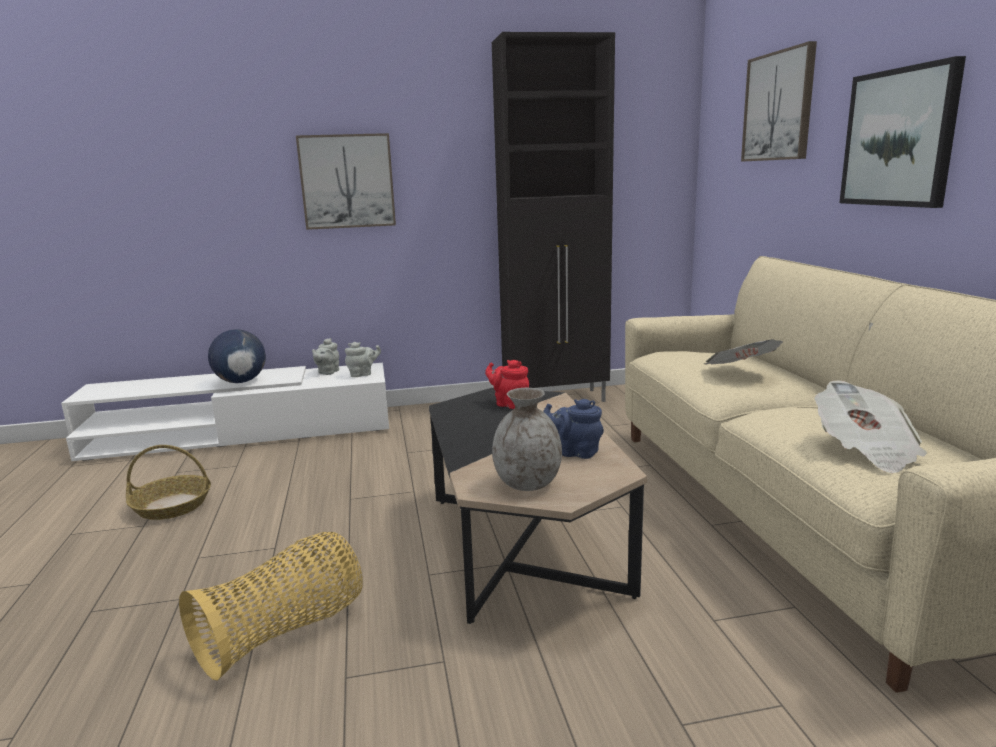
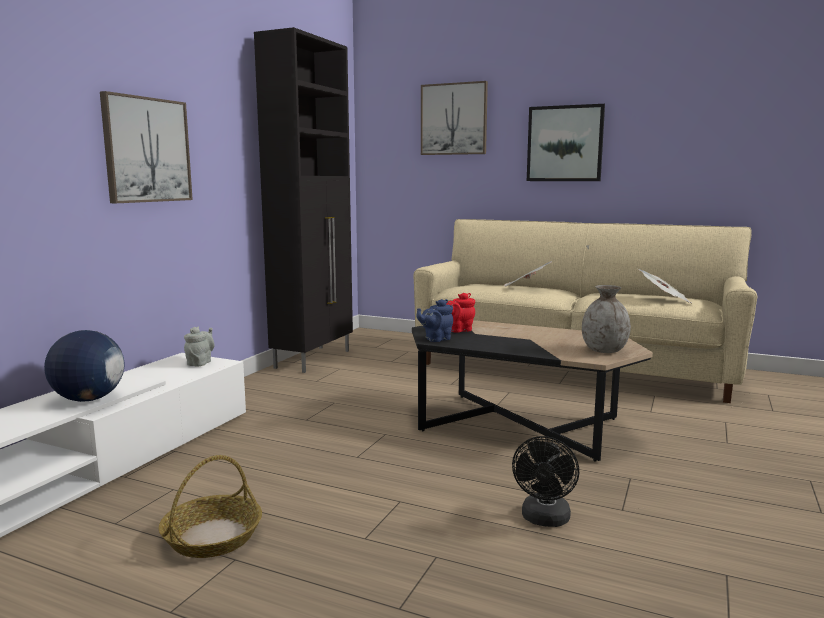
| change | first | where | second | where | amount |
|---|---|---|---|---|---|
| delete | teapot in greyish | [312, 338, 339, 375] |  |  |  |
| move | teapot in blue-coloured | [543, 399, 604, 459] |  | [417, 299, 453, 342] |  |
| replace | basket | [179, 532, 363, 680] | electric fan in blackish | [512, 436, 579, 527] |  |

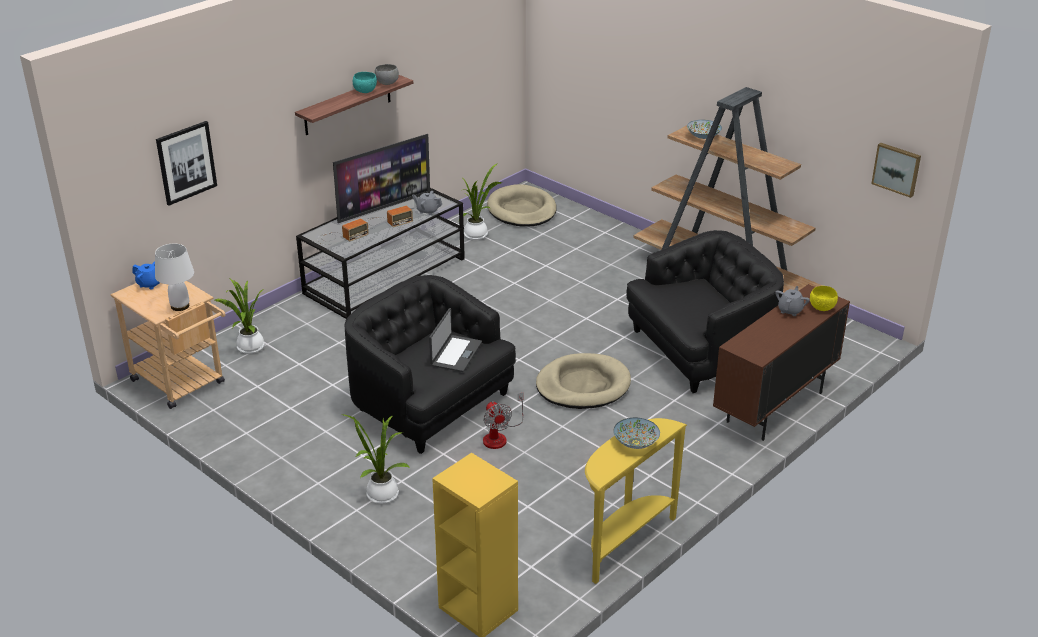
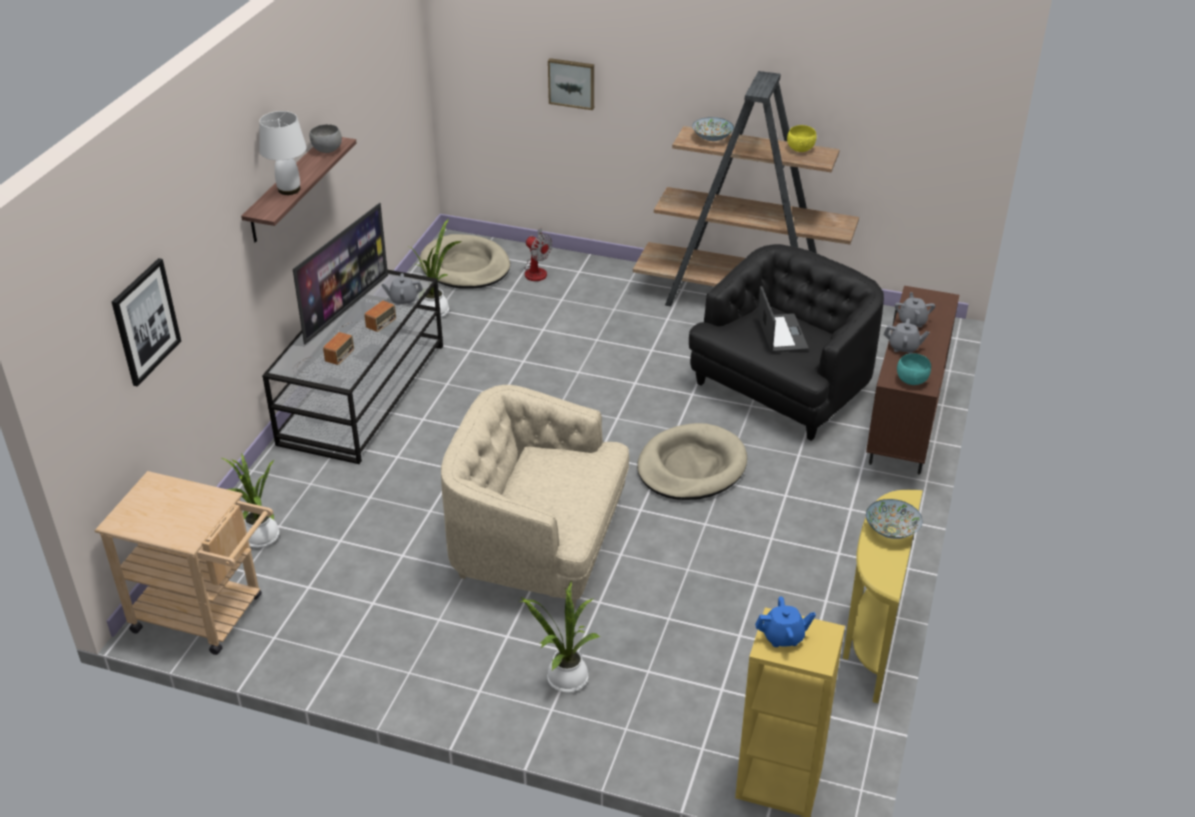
| change | first | where | second | where | amount |
|---|---|---|---|---|---|
| move | serving bowl in turquoise-coloured | [353, 72, 377, 93] |  | [897, 354, 931, 385] |  |
| move | picture | [871, 143, 921, 198] |  | [548, 58, 594, 110] |  |
| move | table lamp in white | [155, 244, 194, 311] |  | [259, 111, 307, 195] |  |
| move | teapot in blue-coloured | [132, 261, 160, 289] |  | [755, 597, 816, 647] |  |
| recolor | armchair in blackish | [345, 275, 516, 454] | armchair in sand-coloured | [441, 385, 629, 609] |  |
| move | serving bowl in yellow | [810, 286, 838, 311] |  | [787, 125, 817, 152] |  |
| move | laptop | [429, 308, 482, 372] |  | [757, 286, 809, 352] |  |
| move | electric fan | [483, 393, 523, 449] |  | [524, 228, 552, 281] |  |
| insert |  |  | teapot in greyish | [884, 318, 929, 354] |  |

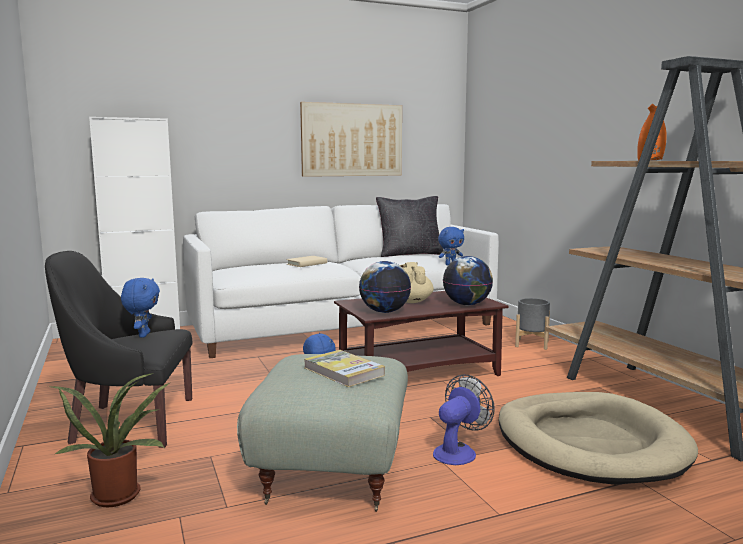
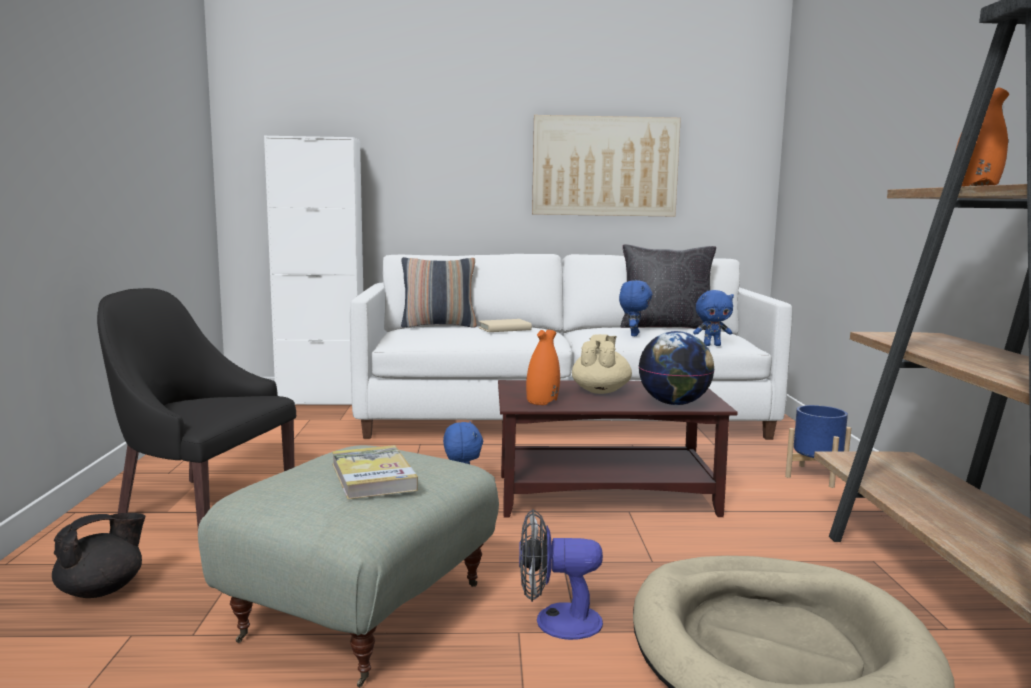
| change | first | where | second | where | amount |
|---|---|---|---|---|---|
| replace | world globe | [359, 261, 411, 313] | flower vase in orange | [526, 330, 560, 405] |  |
| move | soft toy in blue-coloured | [121, 278, 160, 338] |  | [619, 280, 652, 336] |  |
| recolor | plant pot in greyish | [515, 298, 550, 350] | plant pot in blue-coloured | [785, 405, 851, 488] |  |
| replace | plant in a pot | [48, 373, 169, 507] | teapot in blackish | [52, 513, 145, 598] |  |
| rotate | electric fan | [433, 375, 495, 465] |  | [519, 509, 603, 640] | 150 degrees counterclockwise |
| insert |  |  | throw pillow | [401, 257, 477, 328] |  |

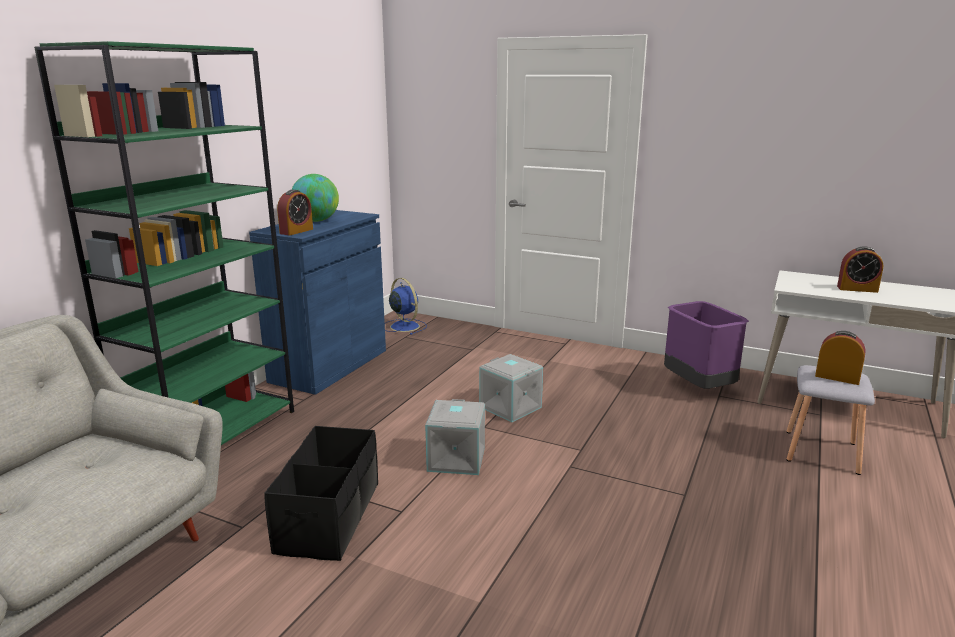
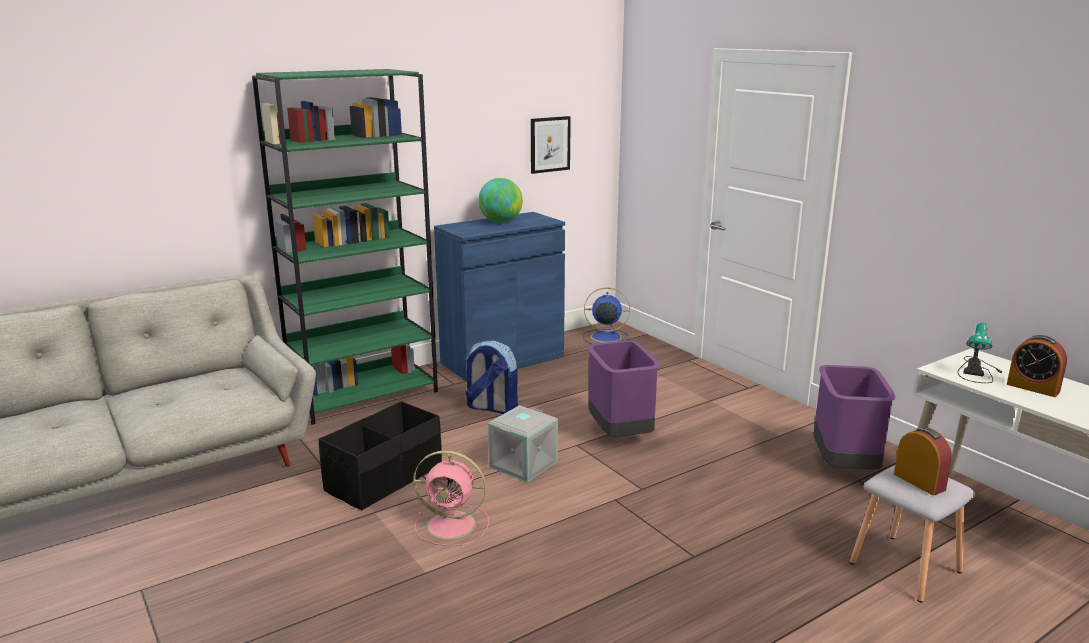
| change | first | where | second | where | amount |
|---|---|---|---|---|---|
| delete | bedside clock | [277, 190, 313, 236] |  |  |  |
| rotate | electric fan in blue-coloured | [385, 278, 427, 335] |  | [583, 287, 630, 344] | 75 degrees counterclockwise |
| replace | storage container in greyish | [479, 354, 543, 422] | rubbish bin in purplish | [588, 340, 660, 437] |  |
| insert |  |  | picture | [531, 116, 571, 174] |  |
| insert |  |  | table lamp | [958, 323, 1002, 383] |  |
| insert |  |  | rucksack | [465, 341, 518, 414] |  |
| insert |  |  | electric fan in pinkish | [413, 450, 489, 546] |  |

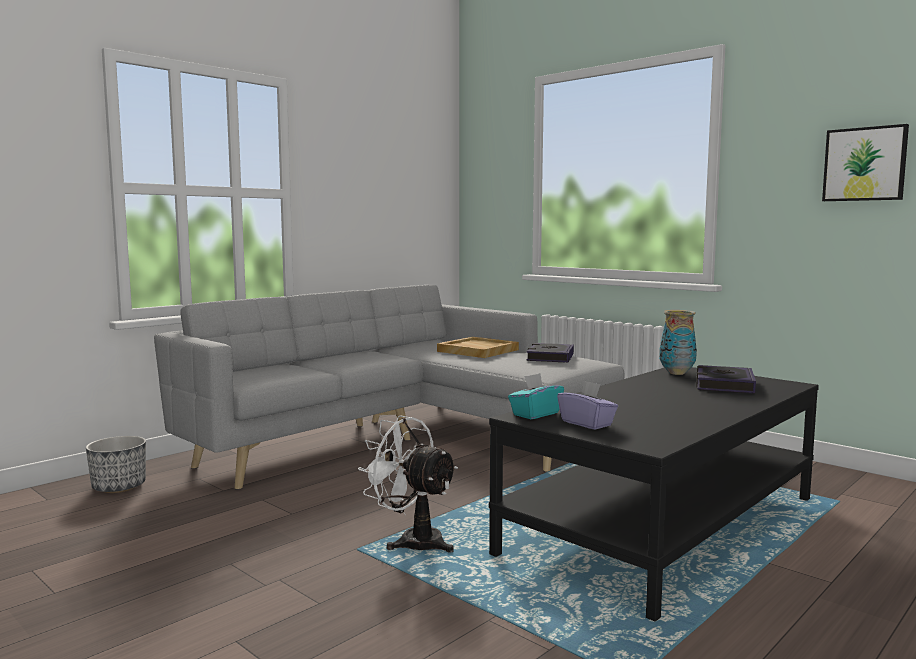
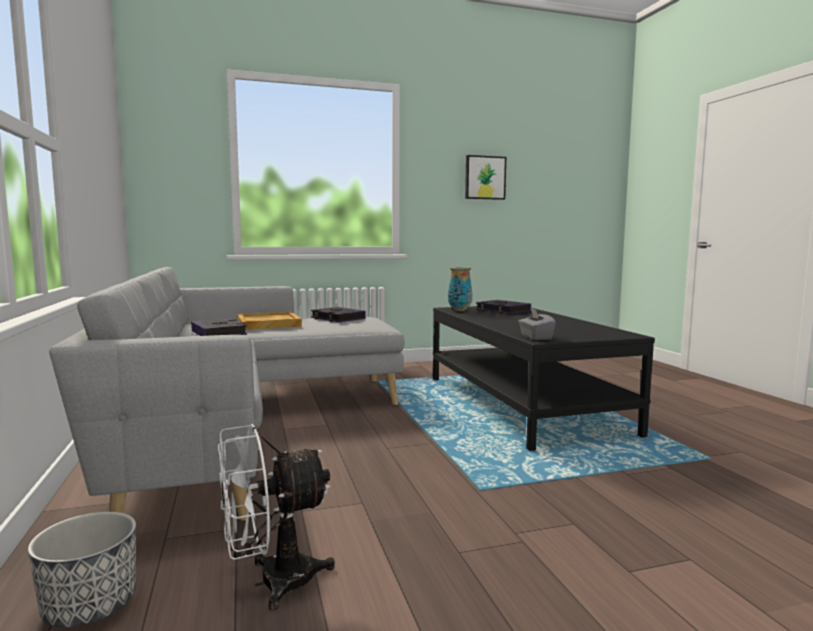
| change | first | where | second | where | amount |
|---|---|---|---|---|---|
| recolor | tissue box in turquoise-coloured | [508, 373, 564, 419] | tissue box in greyish | [518, 308, 556, 340] |  |
| delete | tissue box in purplish | [557, 381, 618, 430] |  |  |  |
| move | electric fan in white | [358, 415, 458, 553] |  | [218, 424, 335, 610] |  |
| insert |  |  | volume | [191, 319, 247, 336] |  |

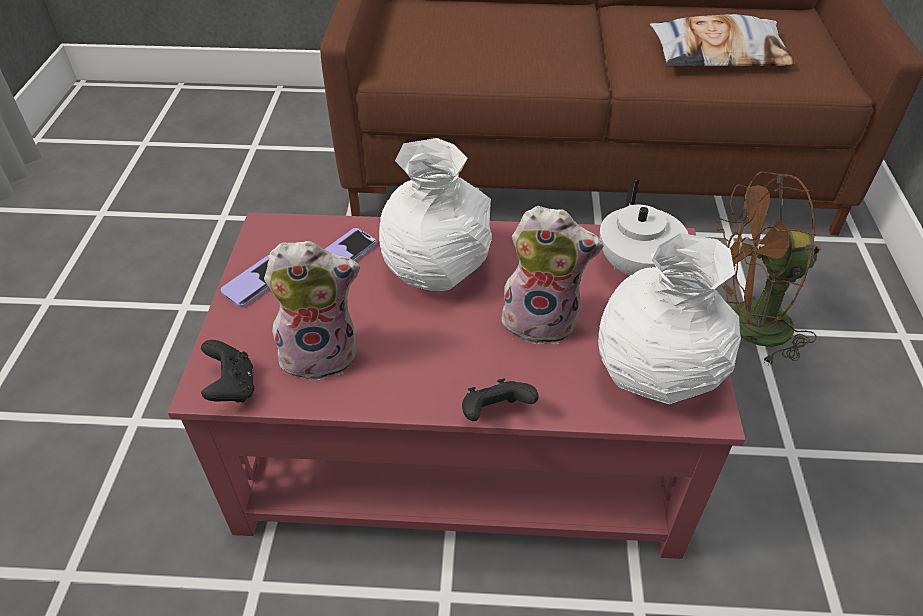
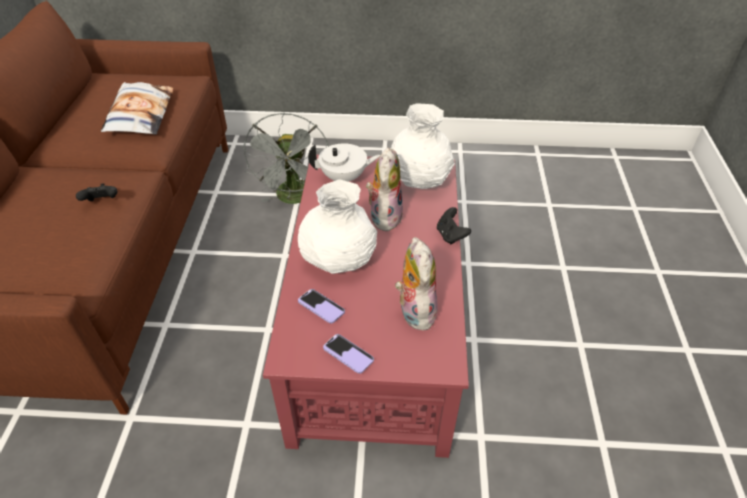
| change | first | where | second | where | amount |
|---|---|---|---|---|---|
| recolor | electric fan in brown-coloured | [716, 171, 821, 365] | electric fan in greyish | [242, 113, 329, 204] |  |
| move | gamepad in blackish | [201, 340, 254, 403] |  | [76, 183, 117, 201] |  |

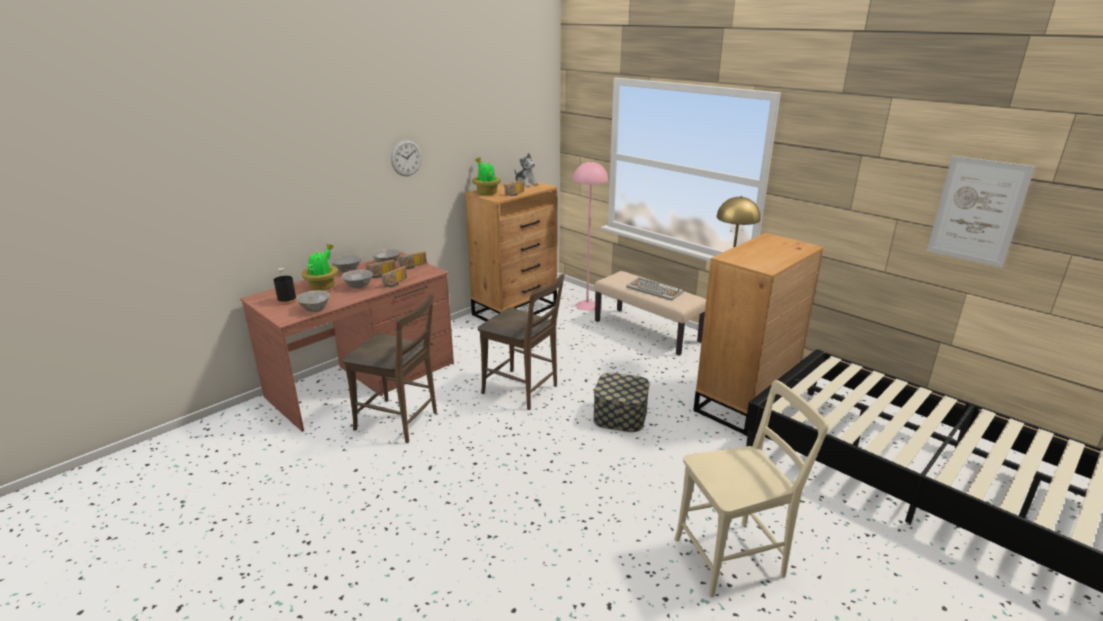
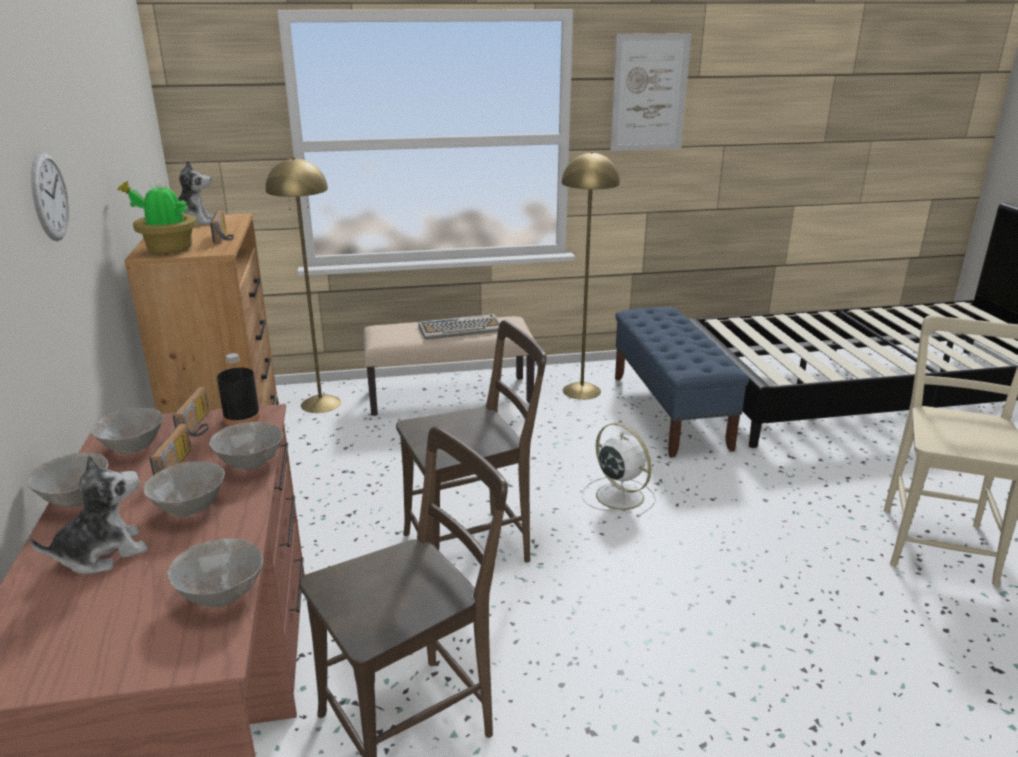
| change | first | where | second | where | amount |
|---|---|---|---|---|---|
| move | picture | [927, 155, 1035, 268] |  | [610, 33, 691, 151] |  |
| recolor | standard lamp in pinkish | [573, 161, 608, 311] | standard lamp in yellow | [266, 157, 341, 413] |  |
| replace | drawer chest in brown-coloured | [693, 233, 824, 436] | long seat in blue-coloured | [615, 307, 749, 457] |  |
| replace | plant in a pot | [302, 244, 338, 291] | soft toy | [29, 454, 148, 574] |  |
| replace | radio | [382, 266, 407, 287] | serving bowl in greyish | [209, 422, 283, 470] |  |
| move | beverage bottle in blackish | [274, 268, 297, 305] |  | [217, 353, 261, 426] |  |
| replace | storage container | [593, 373, 650, 432] | electric fan in white | [582, 423, 656, 517] |  |

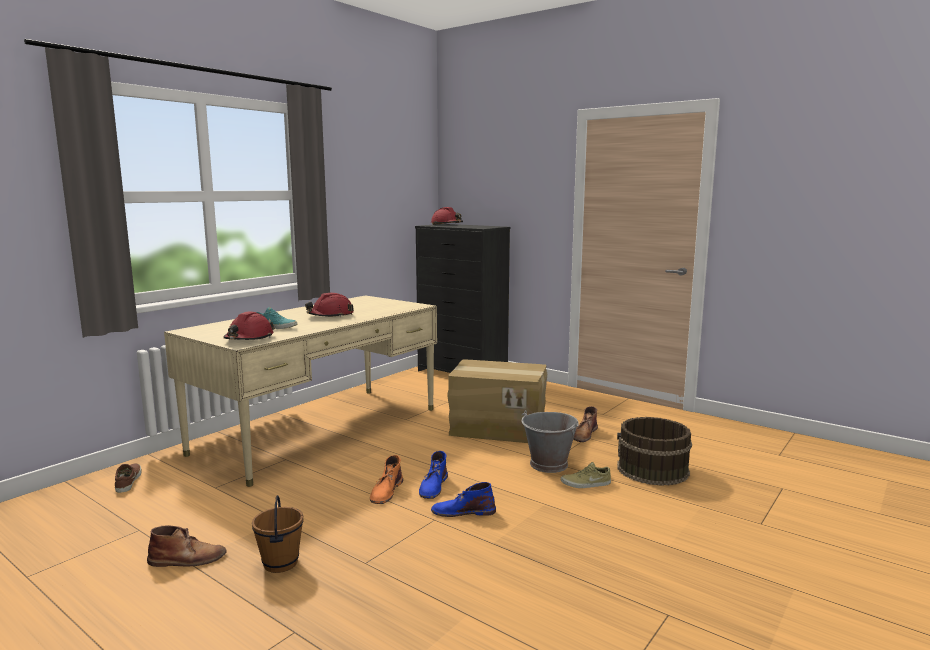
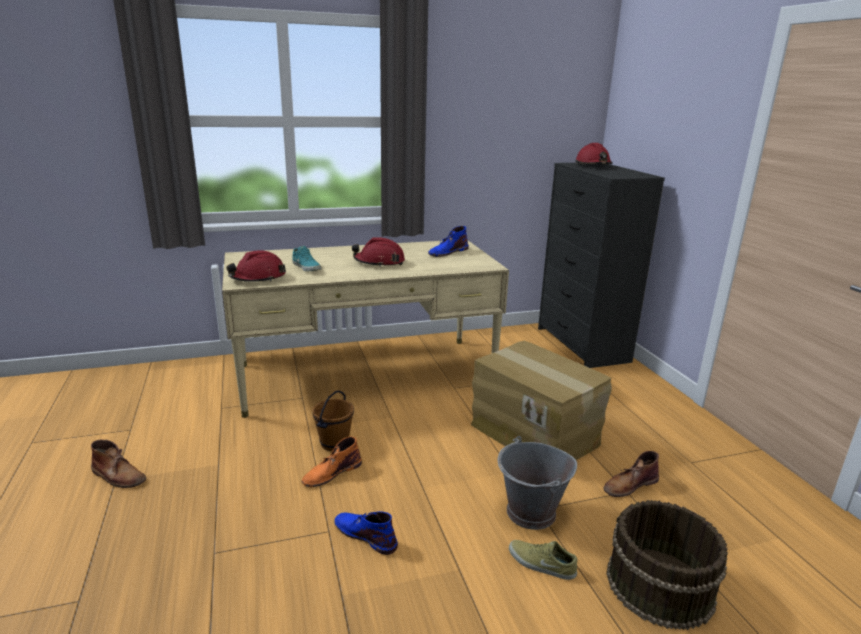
| change | first | where | second | where | amount |
|---|---|---|---|---|---|
| move | boot in blue-coloured | [419, 451, 448, 499] |  | [428, 226, 469, 257] |  |
| delete | shoe in brown-coloured | [115, 463, 142, 493] |  |  |  |
| move | water bucket in brown-coloured | [252, 495, 304, 573] |  | [312, 390, 354, 451] |  |

